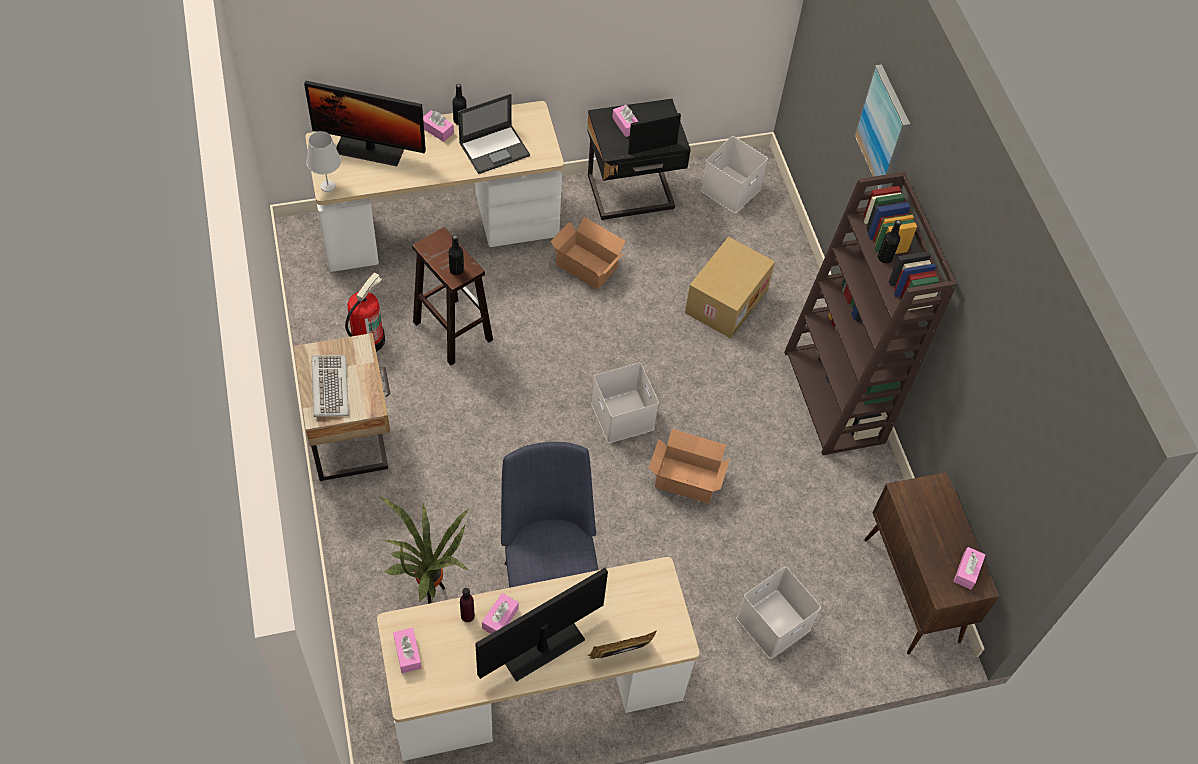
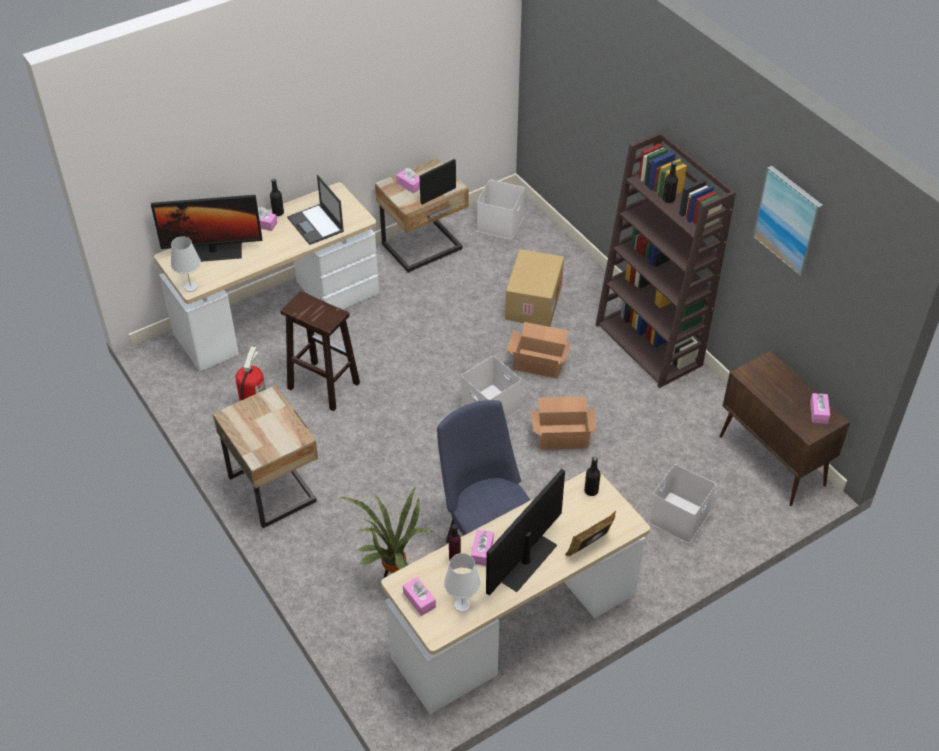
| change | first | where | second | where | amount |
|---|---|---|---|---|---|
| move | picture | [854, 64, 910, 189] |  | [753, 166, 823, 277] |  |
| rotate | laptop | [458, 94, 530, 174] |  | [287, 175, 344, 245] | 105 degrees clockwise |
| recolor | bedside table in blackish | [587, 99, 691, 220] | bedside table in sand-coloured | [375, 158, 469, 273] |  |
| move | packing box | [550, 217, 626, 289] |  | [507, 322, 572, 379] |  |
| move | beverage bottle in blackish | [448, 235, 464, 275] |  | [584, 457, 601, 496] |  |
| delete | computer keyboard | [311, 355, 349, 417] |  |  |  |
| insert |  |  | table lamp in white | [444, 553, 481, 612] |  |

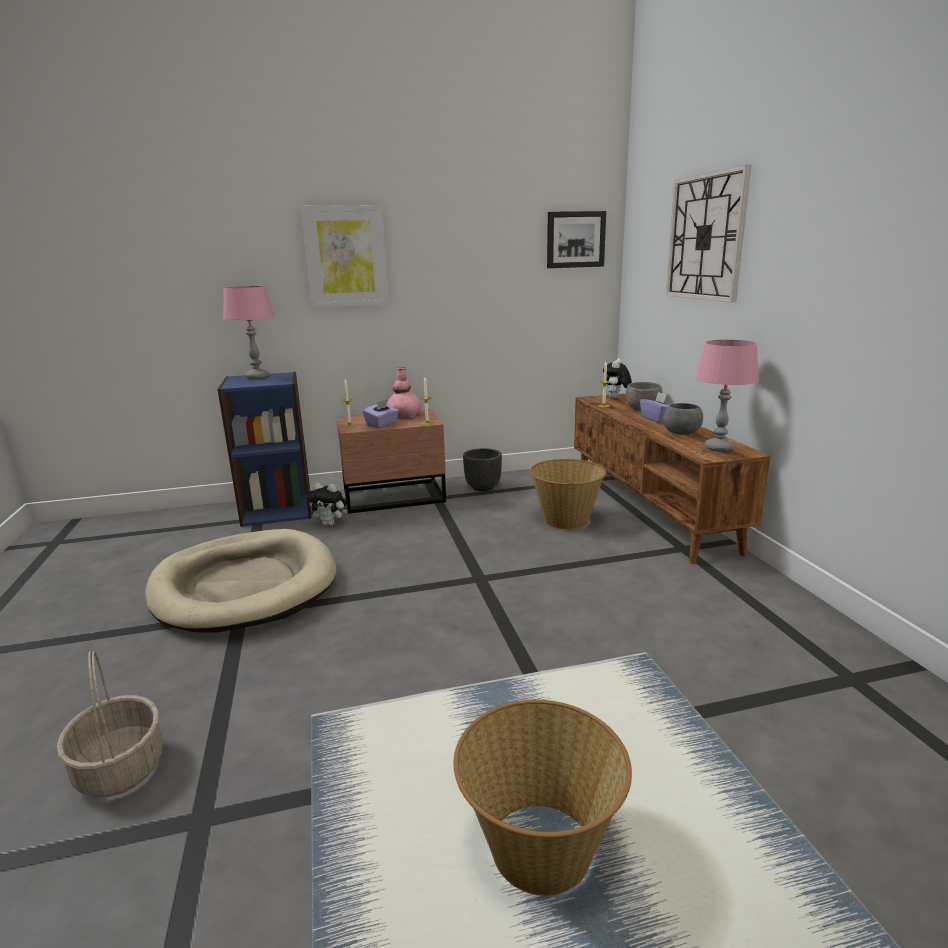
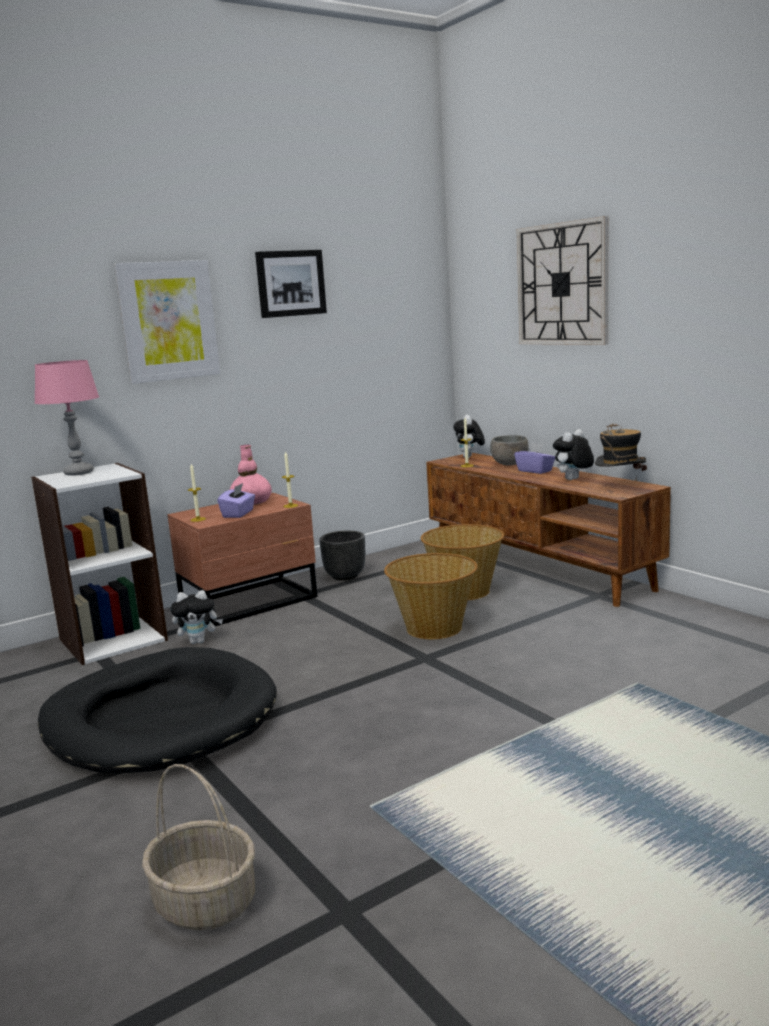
| change | first | where | second | where | amount |
|---|---|---|---|---|---|
| move | picture | [547, 211, 606, 268] |  | [255, 250, 327, 318] |  |
| replace | table lamp in pinkish | [695, 340, 759, 452] | hat | [595, 423, 647, 471] |  |
| recolor | bookcase in blue-coloured | [218, 372, 312, 527] | bookcase in white | [31, 463, 168, 665] |  |
| replace | serving bowl in greyish | [663, 403, 703, 435] | soft toy | [553, 429, 594, 480] |  |
| recolor | dog bed in sand-coloured | [145, 529, 336, 633] | dog bed in blackish | [38, 647, 277, 774] |  |
| move | basket | [454, 700, 632, 896] |  | [384, 553, 478, 639] |  |

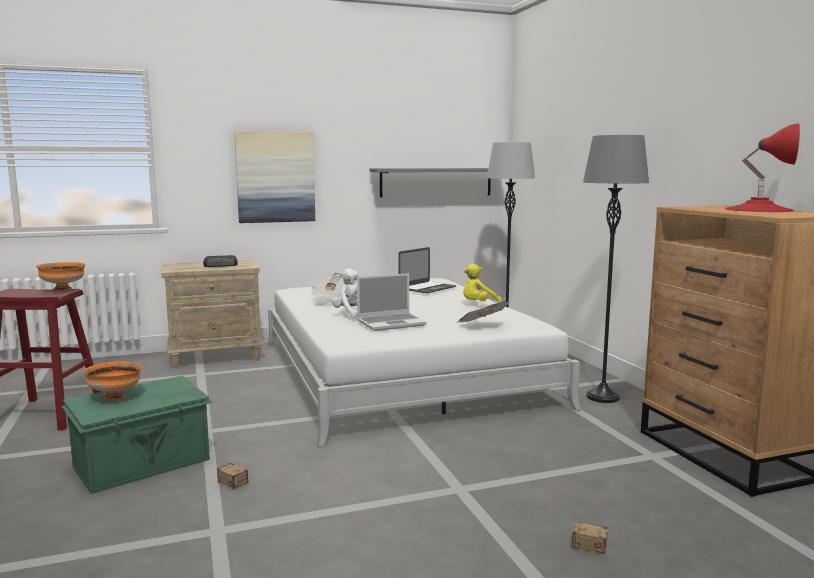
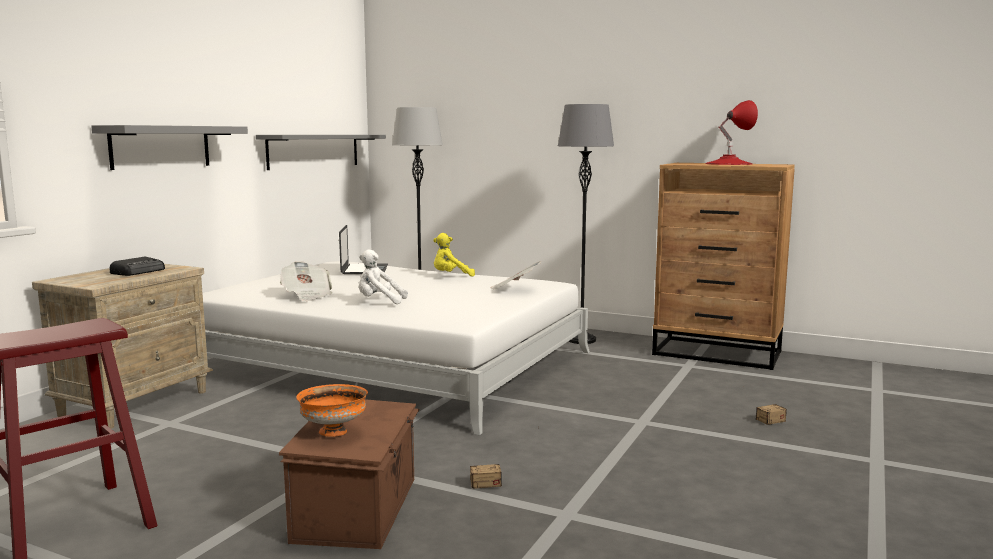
| change | first | where | second | where | amount |
|---|---|---|---|---|---|
| replace | picture | [234, 131, 315, 223] | bracket shelf in greyish | [91, 125, 248, 170] |  |
| delete | serving bowl in orange | [36, 262, 86, 292] |  |  |  |
| rotate | soft toy in yellow | [463, 264, 502, 303] |  | [433, 233, 475, 277] | 60 degrees clockwise |
| delete | laptop | [357, 273, 426, 331] |  |  |  |
| recolor | storage container in green-coloured | [61, 376, 213, 494] | storage container in brown-coloured | [279, 399, 419, 549] |  |

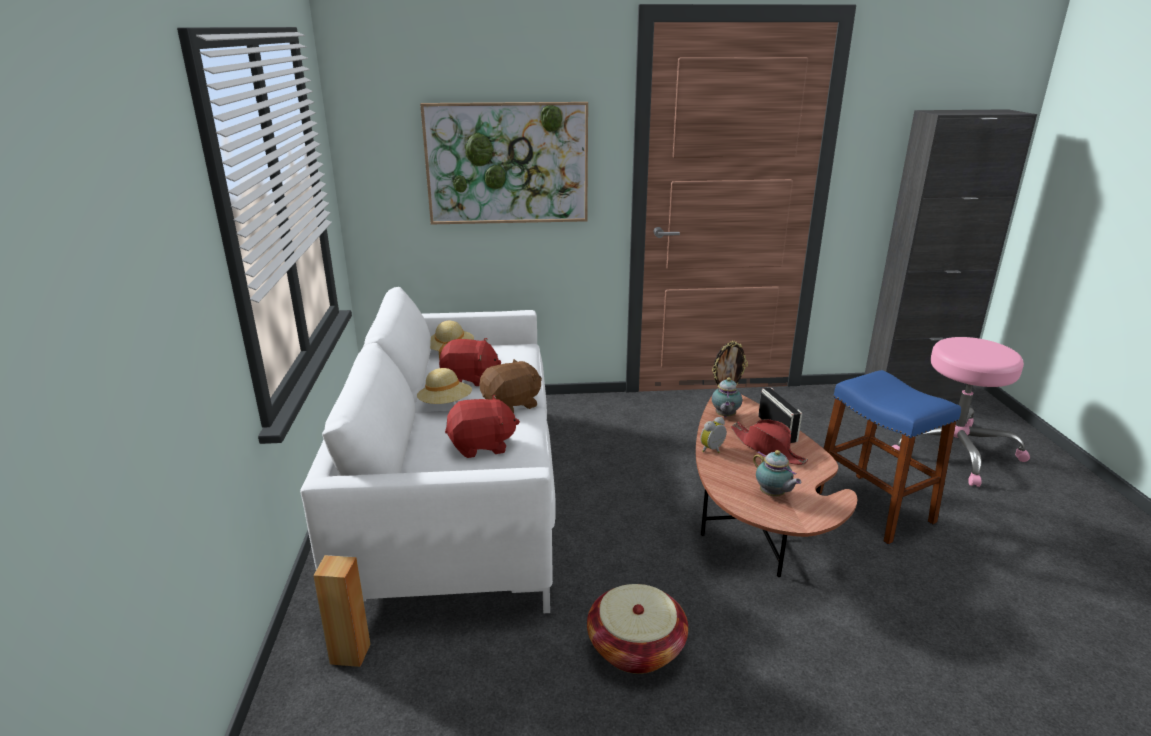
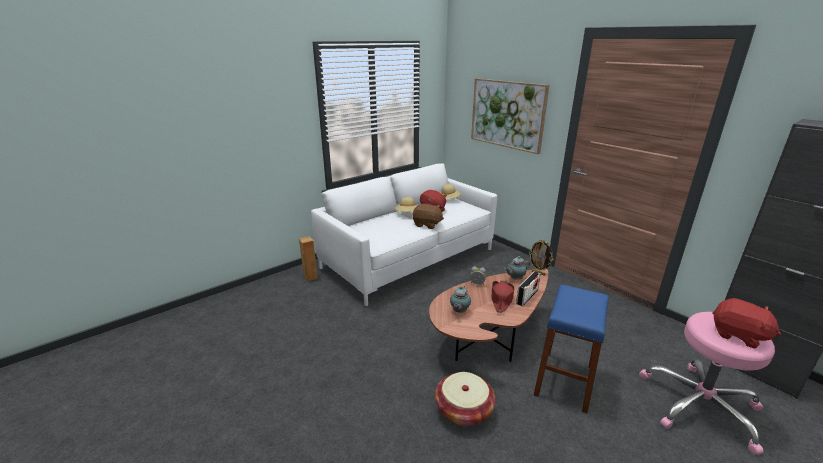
| change | first | where | second | where | amount |
|---|---|---|---|---|---|
| move | soft toy in red | [445, 395, 520, 458] |  | [712, 298, 781, 349] |  |
| move | basket | [587, 584, 688, 674] |  | [435, 372, 495, 427] |  |

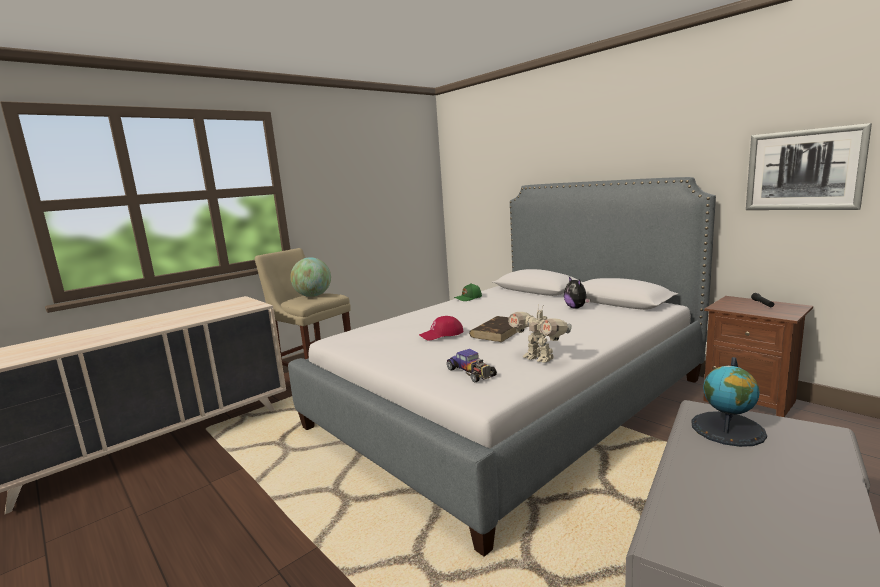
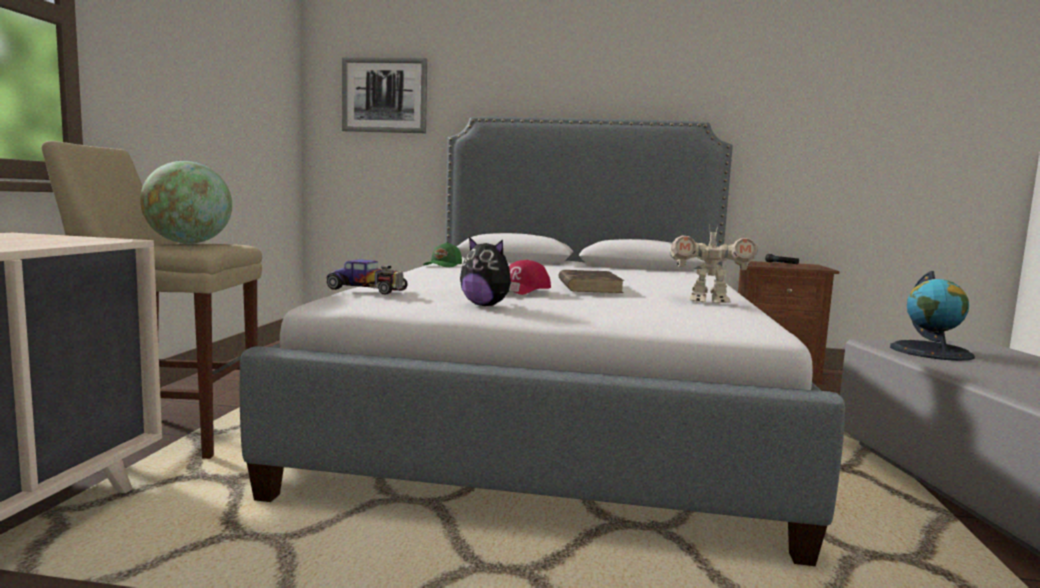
| change | first | where | second | where | amount |
|---|---|---|---|---|---|
| move | picture | [746, 123, 872, 210] |  | [342, 57, 427, 133] |  |
| move | soft toy | [564, 277, 590, 309] |  | [460, 237, 520, 306] |  |
| move | miniature car | [447, 349, 497, 383] |  | [327, 259, 408, 295] |  |

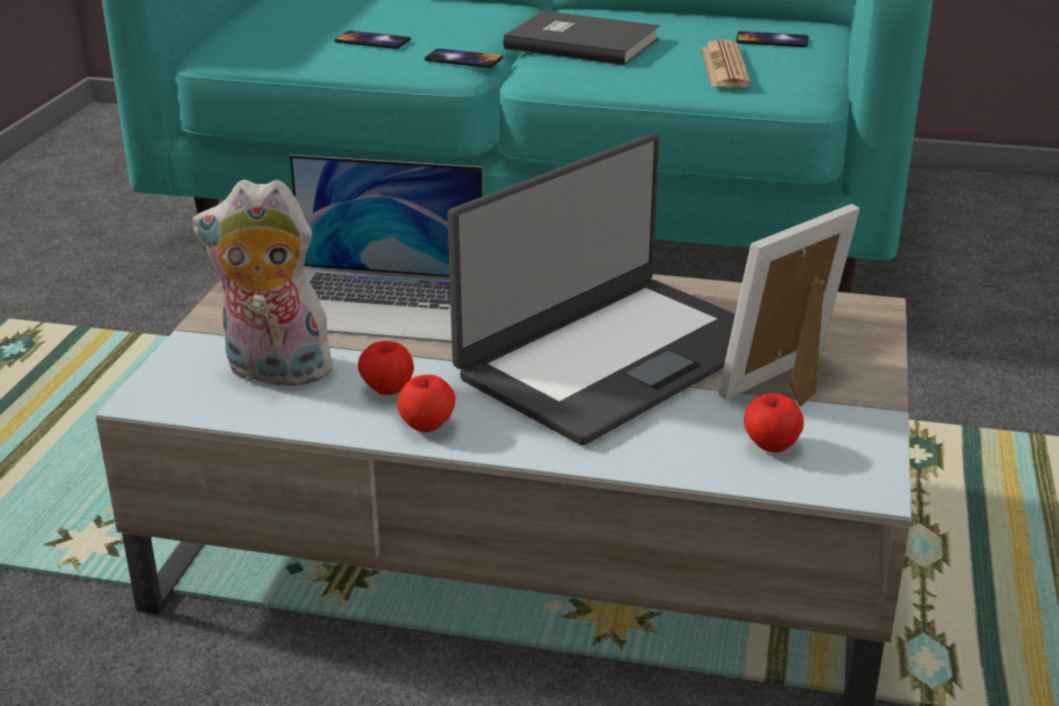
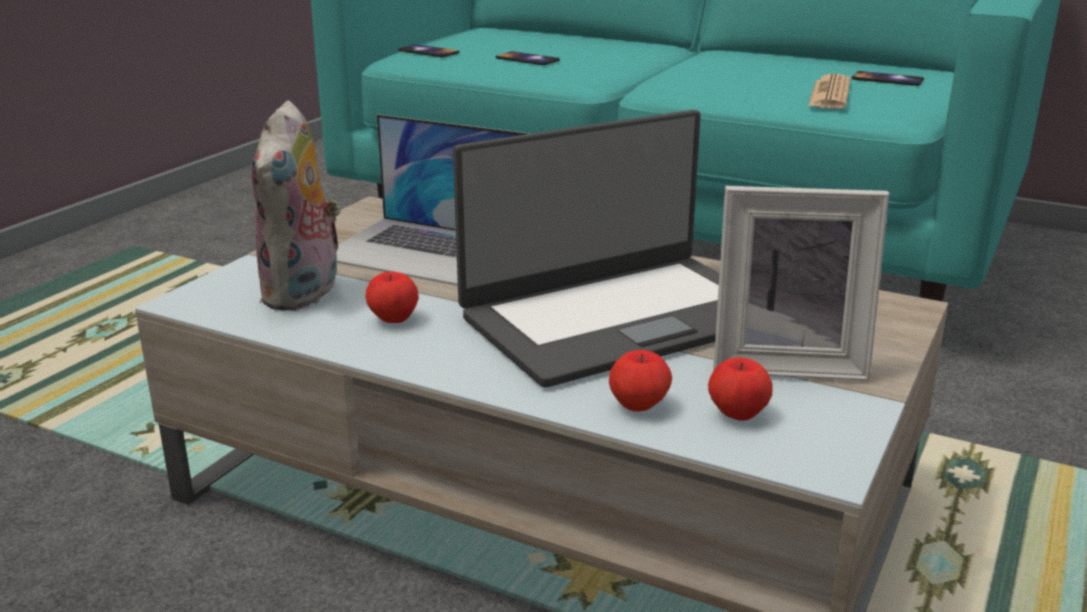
| change | first | where | second | where | amount |
|---|---|---|---|---|---|
| delete | volume in greyish | [503, 11, 659, 66] |  |  |  |
| move | telephone | [424, 48, 503, 68] |  | [398, 44, 459, 57] |  |
| rotate | soft toy | [192, 179, 343, 386] |  | [252, 100, 341, 311] | 105 degrees counterclockwise |
| rotate | photo frame | [718, 204, 860, 406] |  | [713, 186, 889, 381] | 150 degrees counterclockwise |
| move | whole apple | [398, 375, 456, 432] |  | [609, 350, 672, 412] |  |

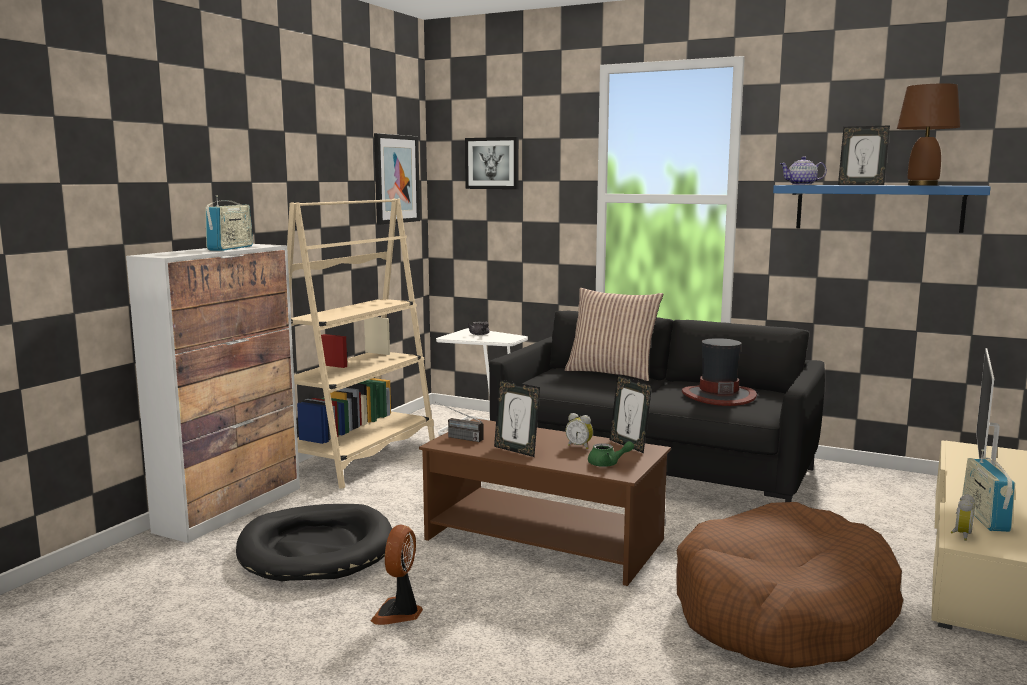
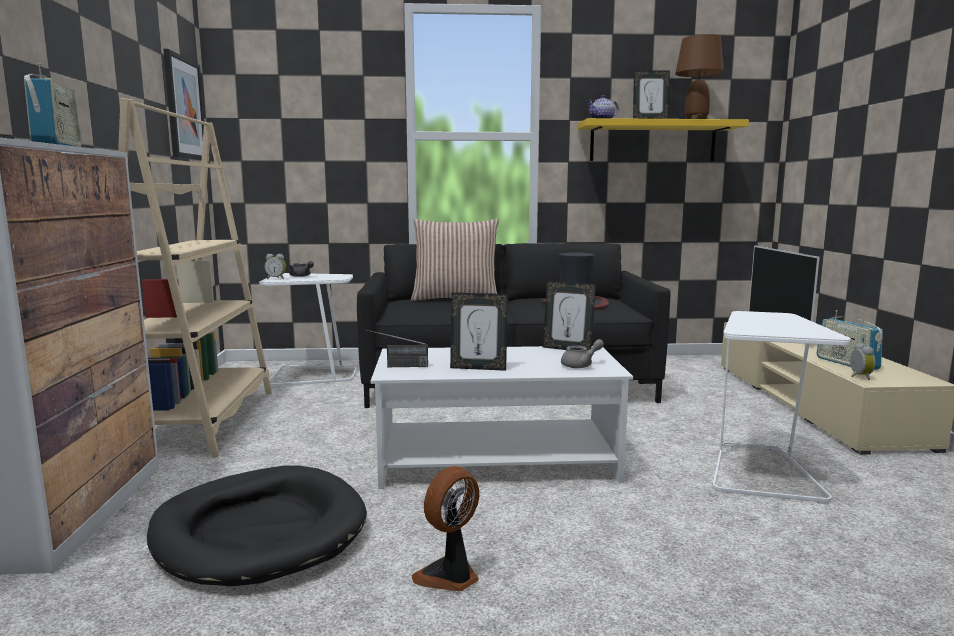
| change | first | where | second | where | amount |
|---|---|---|---|---|---|
| delete | picture | [465, 137, 519, 189] |  |  |  |
| recolor | bracket shelf in blue-coloured | [773, 185, 991, 233] | bracket shelf in yellow | [577, 118, 749, 161] |  |
| move | bedside clock | [565, 413, 593, 449] |  | [265, 254, 286, 279] |  |
| recolor | lounge table in brown-coloured | [419, 418, 671, 586] | lounge table in white | [371, 346, 633, 489] |  |
| recolor | teapot in green-coloured | [588, 441, 634, 467] | teapot in greyish | [561, 339, 604, 368] |  |
| replace | dog bed in brown-coloured | [676, 502, 903, 668] | end table in white | [713, 311, 851, 503] |  |
| rotate | electric fan | [371, 525, 423, 625] |  | [412, 466, 479, 591] | 60 degrees clockwise |

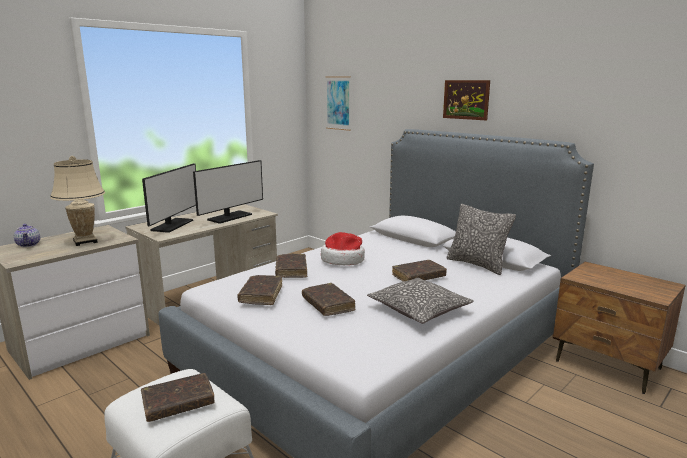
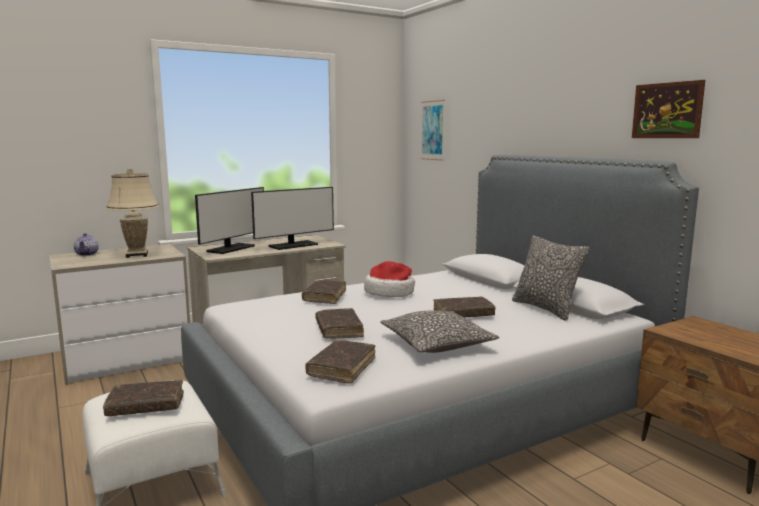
| change | first | where | second | where | amount |
|---|---|---|---|---|---|
| move | picture | [443, 80, 490, 120] |  | [632, 80, 705, 138] |  |
| move | volume in brown-coloured | [237, 275, 282, 305] |  | [305, 341, 376, 384] |  |

